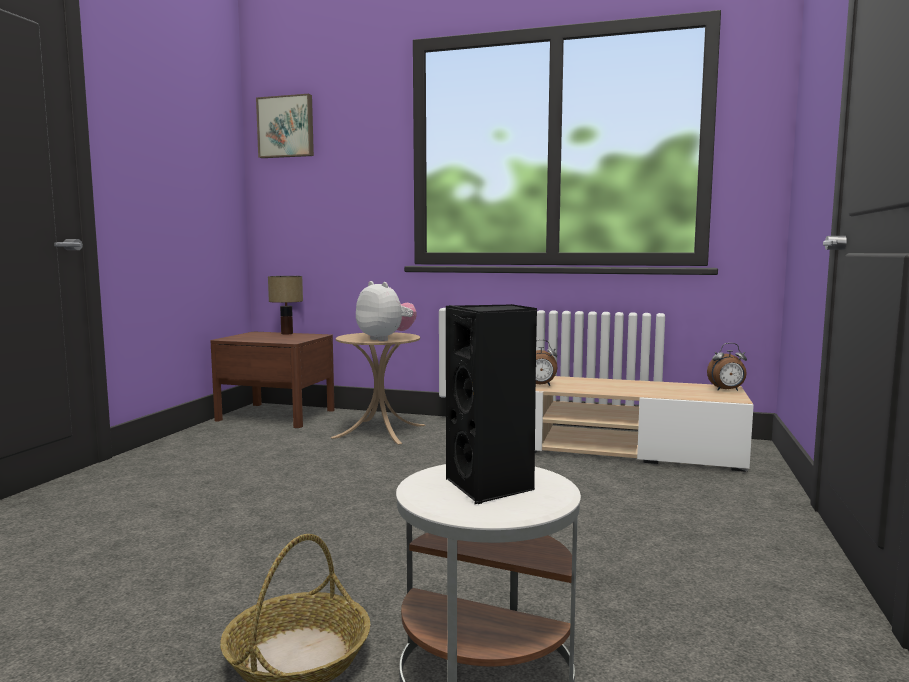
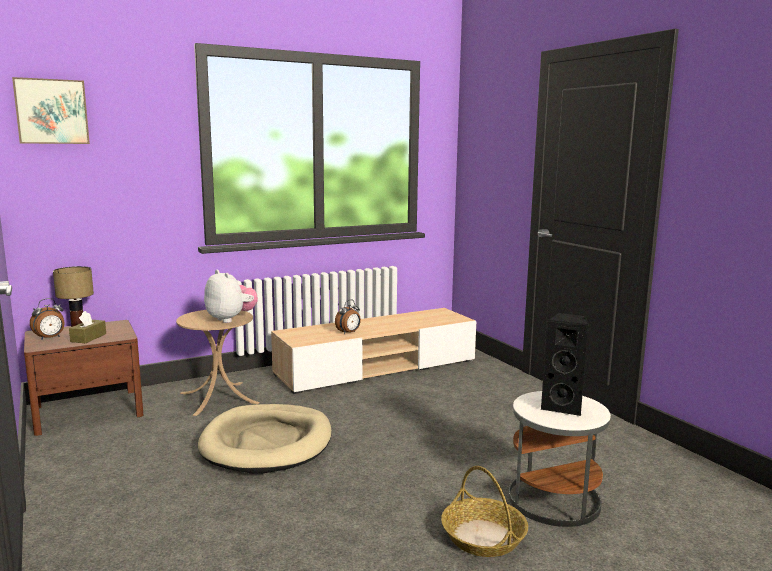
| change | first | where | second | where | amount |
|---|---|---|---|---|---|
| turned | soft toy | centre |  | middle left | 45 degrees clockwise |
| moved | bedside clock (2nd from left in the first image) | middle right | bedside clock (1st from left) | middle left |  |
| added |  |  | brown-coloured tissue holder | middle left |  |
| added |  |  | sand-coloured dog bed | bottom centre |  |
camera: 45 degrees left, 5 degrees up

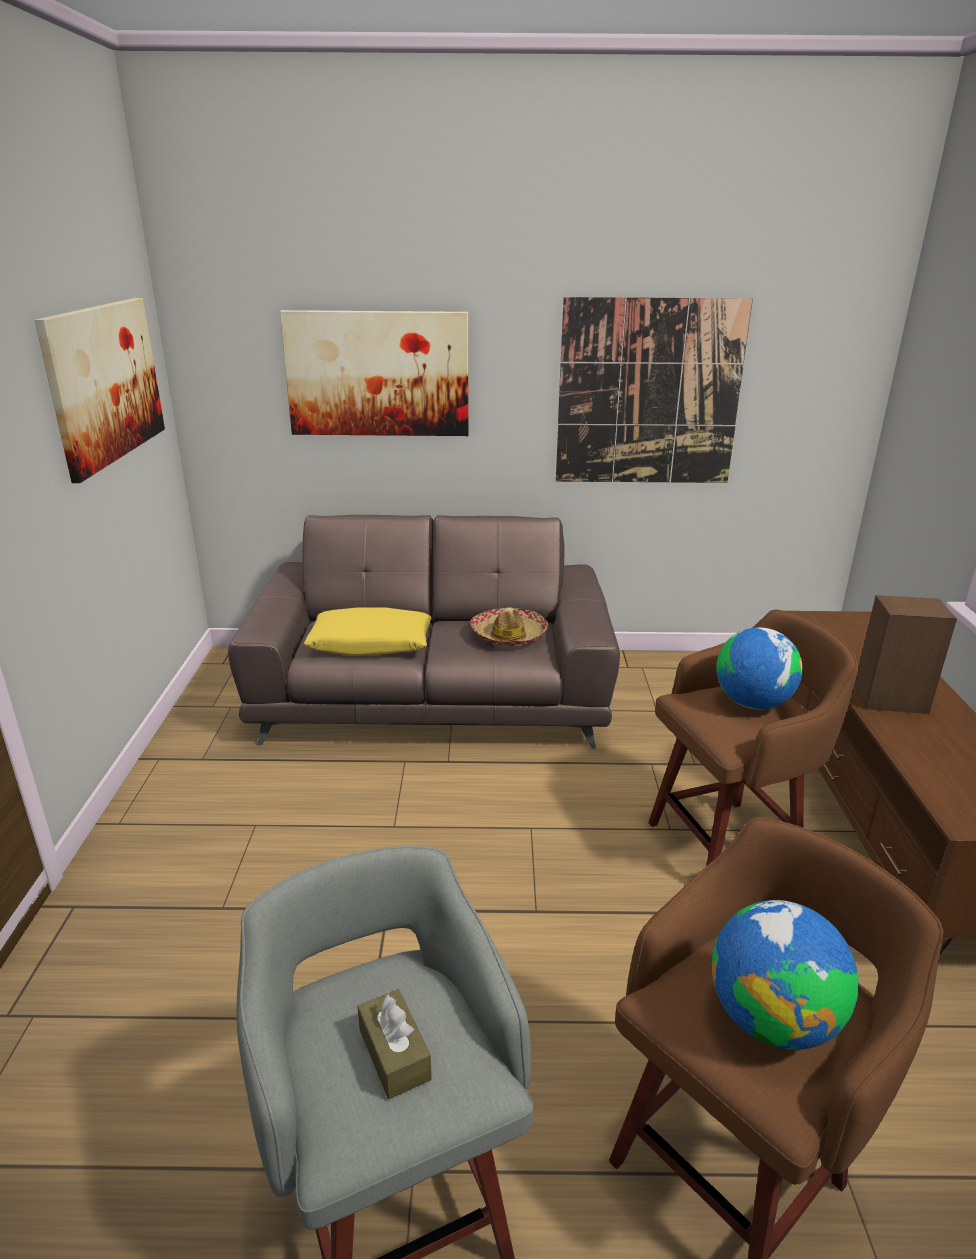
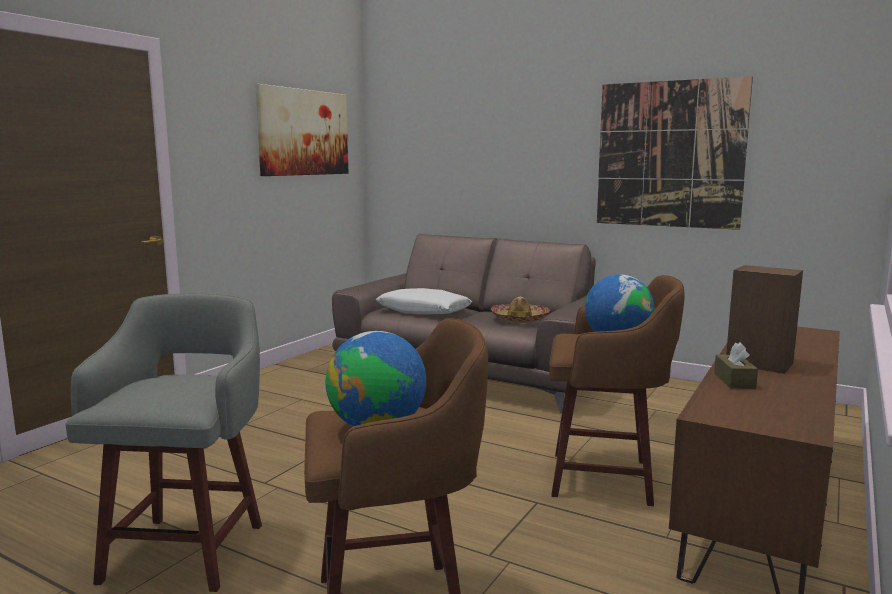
| change | first | where | second | where | amount |
|---|---|---|---|---|---|
| removed | picture (2nd from left) | top centre |  |  |  |
| recoloured | yellow pillow | centre | white pillow | centre |  |
| moved | brown-coloured tissue holder | bottom centre |  | middle right |  |
camera: 30 degrees right, 15 degrees down

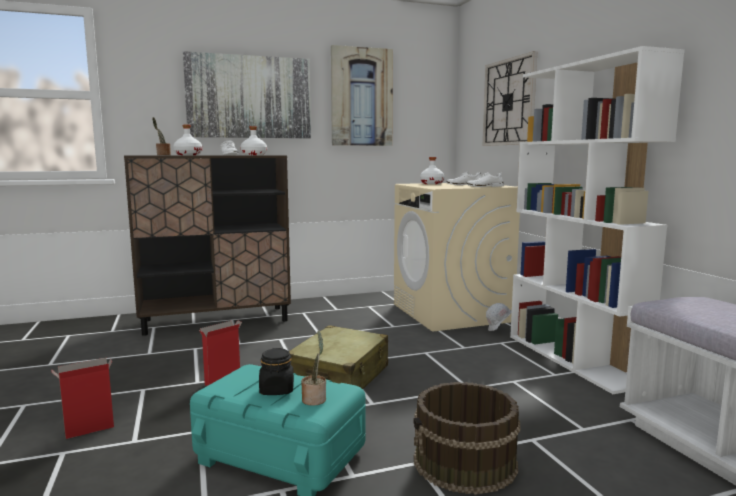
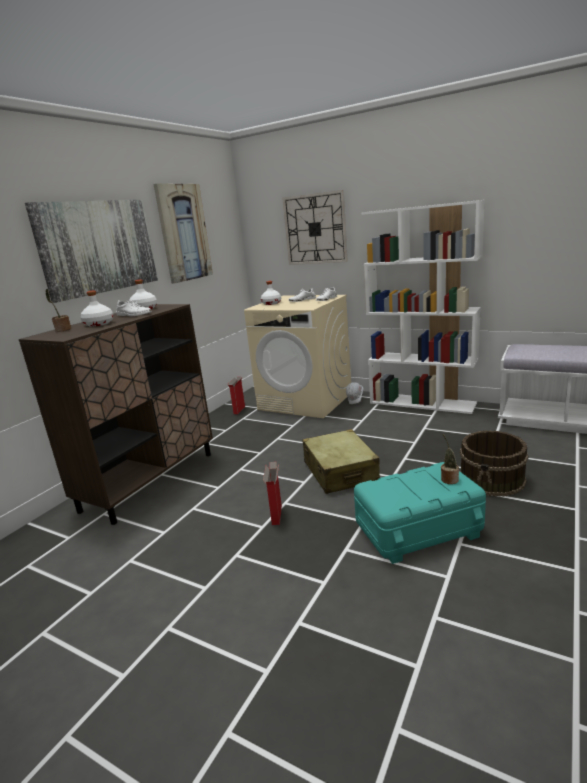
| change | first | where | second | where | amount |
|---|---|---|---|---|---|
| moved | cardboard box (1st from left) | bottom left |  | centre |  |
| removed | blackish jar | bottom centre |  |  |  |
camera: 40 degrees left, 10 degrees up

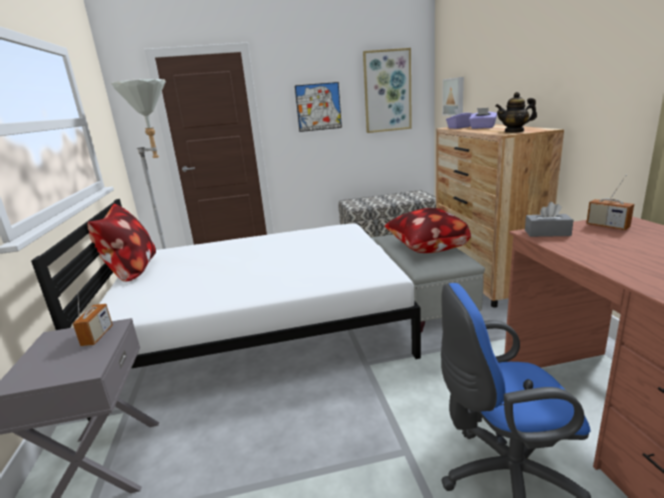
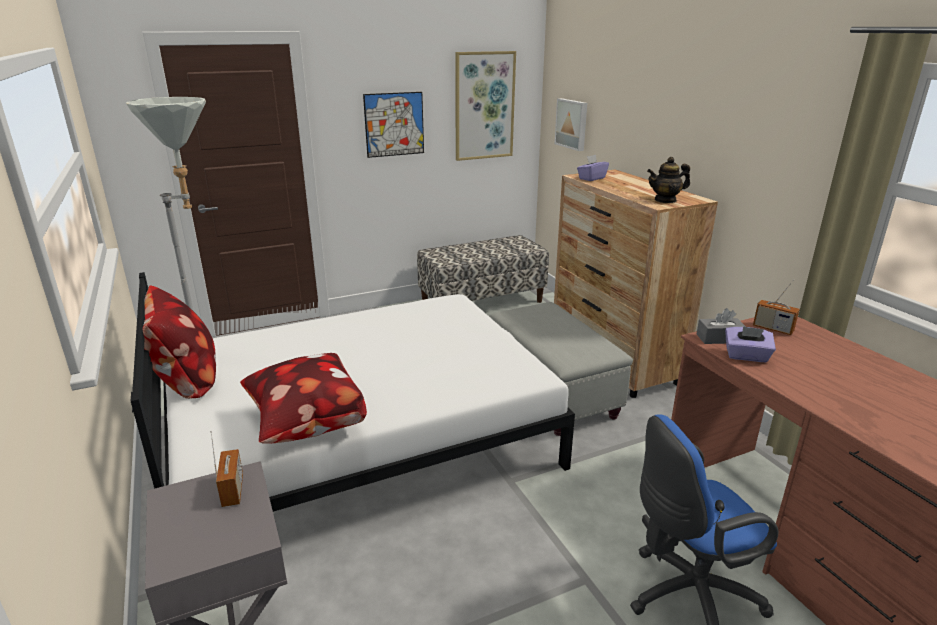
| change | first | where | second | where | amount |
|---|---|---|---|---|---|
| moved | pillow (2nd from left) | centre |  | middle left |  |
| moved | purple tissue holder (2nd from left) | top right |  | middle right |  |
camera: 15 degrees left, 5 degrees up

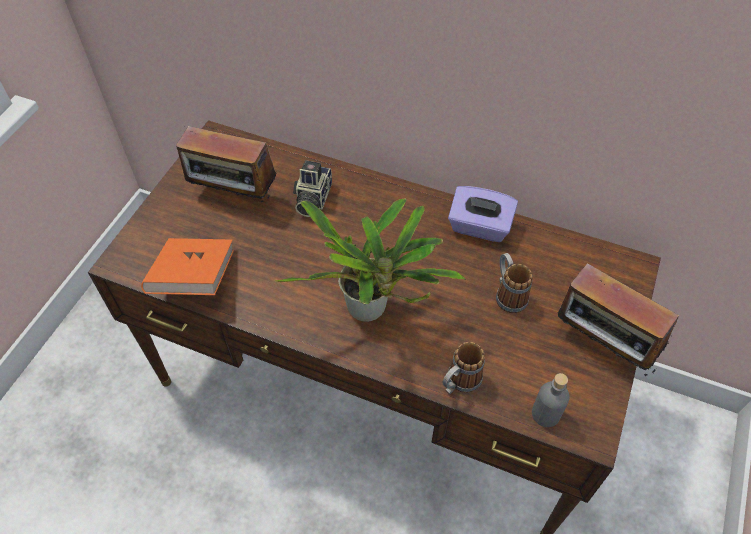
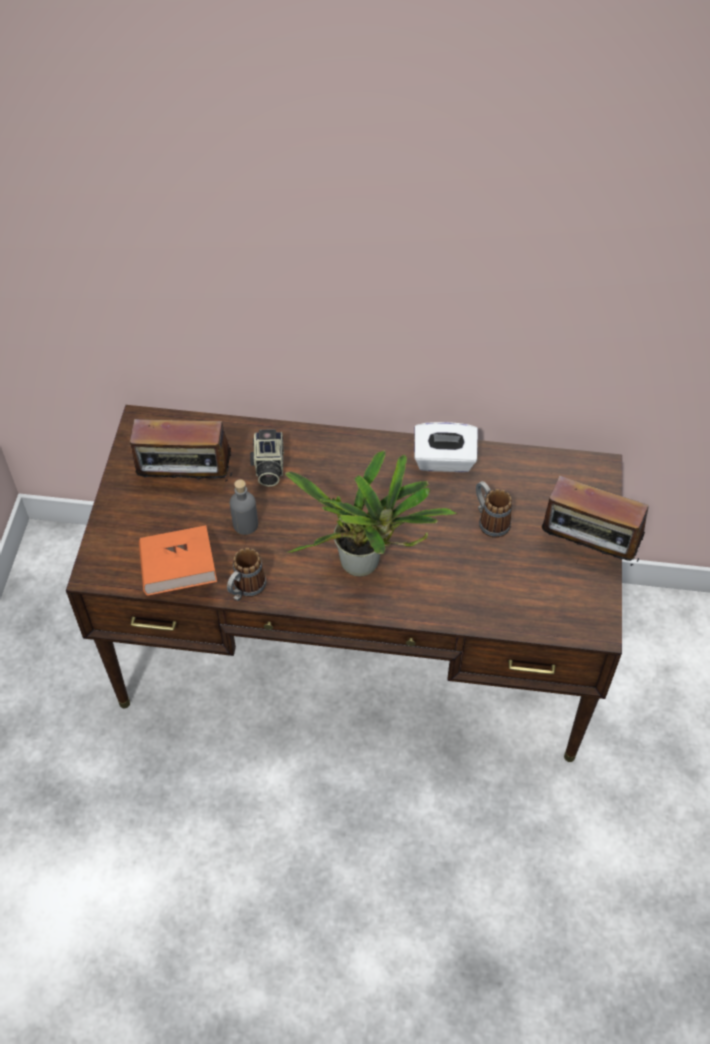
| change | first | where | second | where | amount |
|---|---|---|---|---|---|
| moved | tea mug (1st from left) | bottom centre |  | centre |  |
| recoloured | purple tissue holder | centre | white tissue holder | centre |  |
| moved | gray drink bottle | bottom right |  | centre |  |
camera: 15 degrees left, 0 degrees up

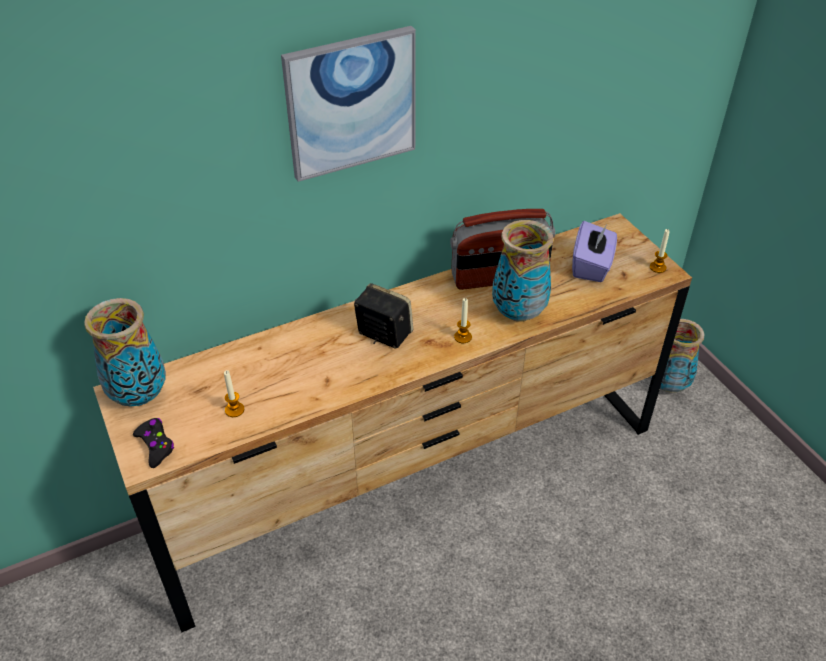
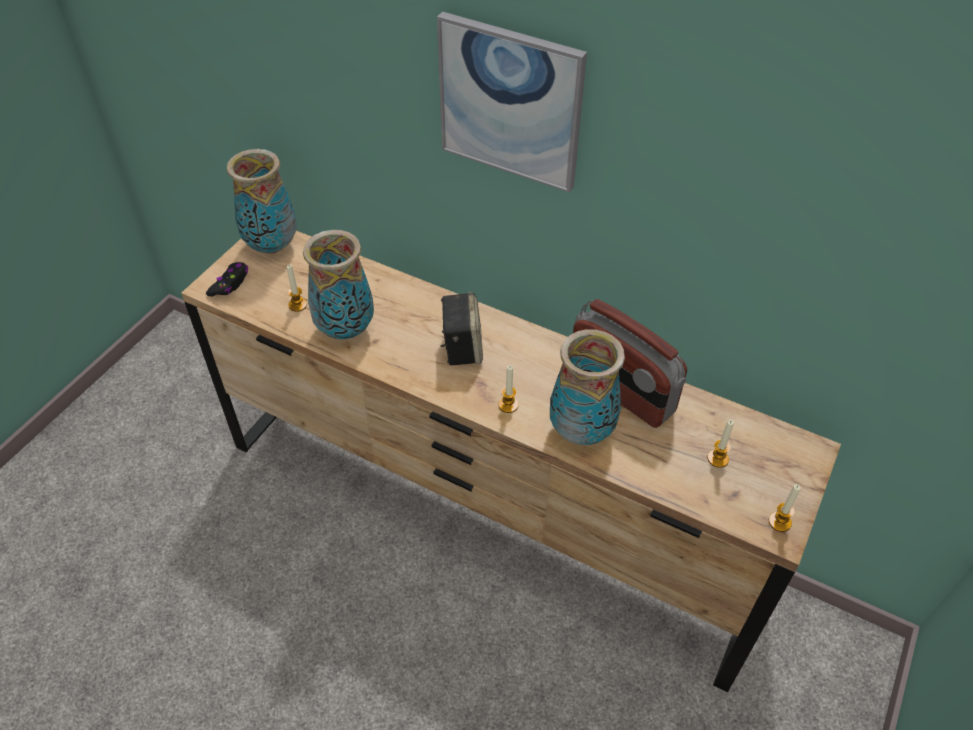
| change | first | where | second | where | amount |
|---|---|---|---|---|---|
| replaced | purple tissue holder | middle right | wax light (3rd from left) | middle right |  |
| moved | decorative vase (3rd from left in the first image) | middle right | decorative vase (2nd from left) | centre |  |
camera: 55 degrees right, 5 degrees up

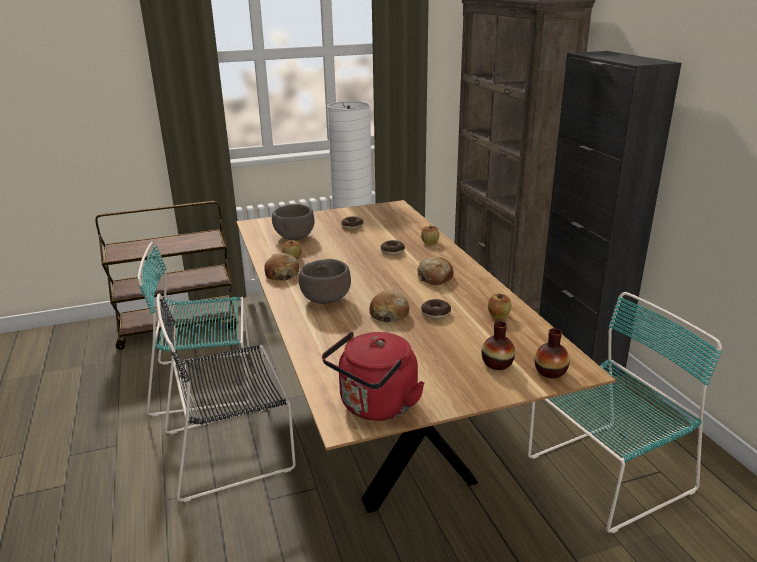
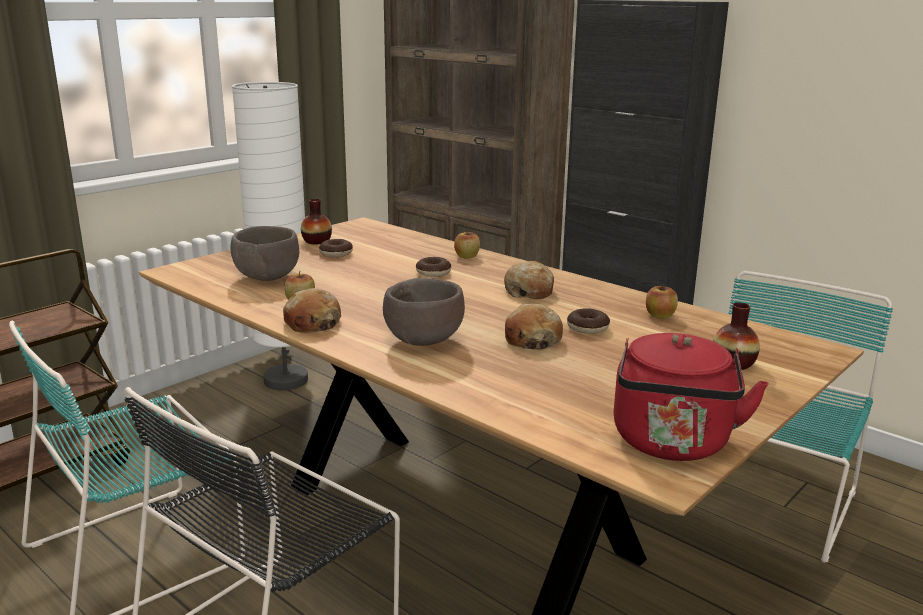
| change | first | where | second | where | amount |
|---|---|---|---|---|---|
| moved | decorative vase (2nd from left in the first image) | middle right | decorative vase (1st from left) | centre |  |
camera: 30 degrees left, 5 degrees down

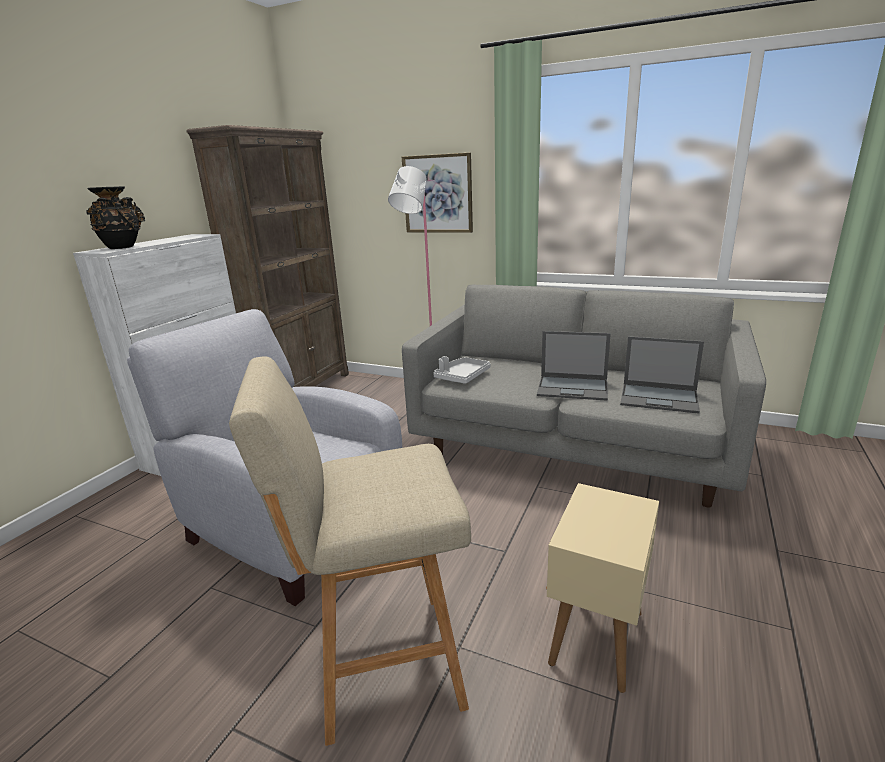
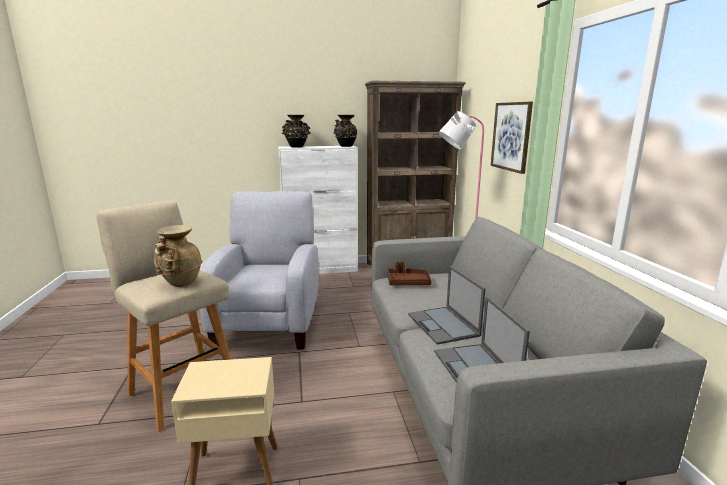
| change | first | where | second | where | amount |
|---|---|---|---|---|---|
| recoloured | gray serving tray | centre | brown-coloured serving tray | centre |  |
| added |  |  | sand-coloured decorative vase | middle left |  |
| added |  |  | blackish decorative vase (2nd from left) | top centre |  |
camera: 55 degrees right, 5 degrees down

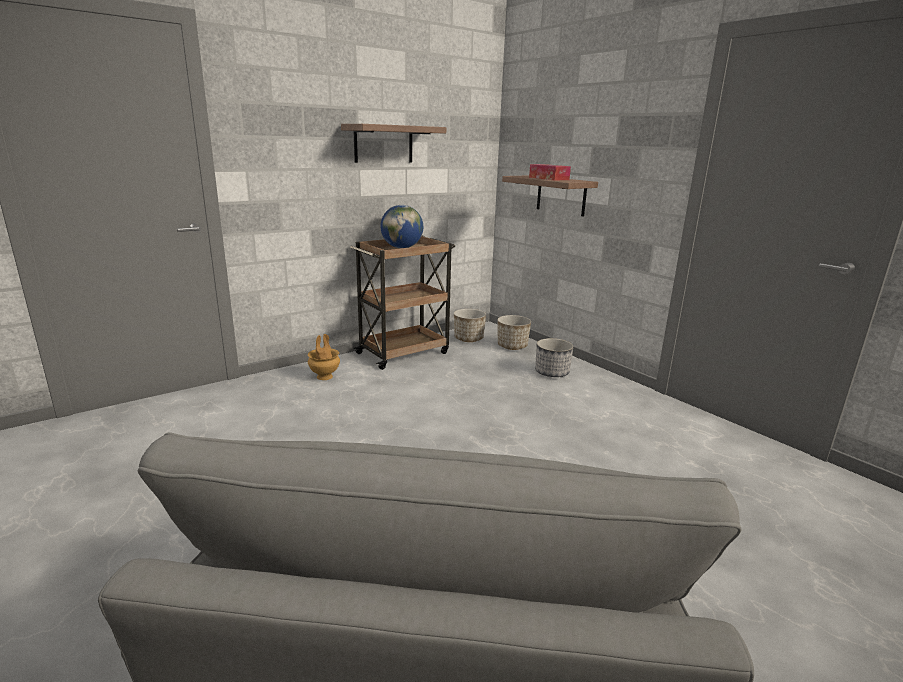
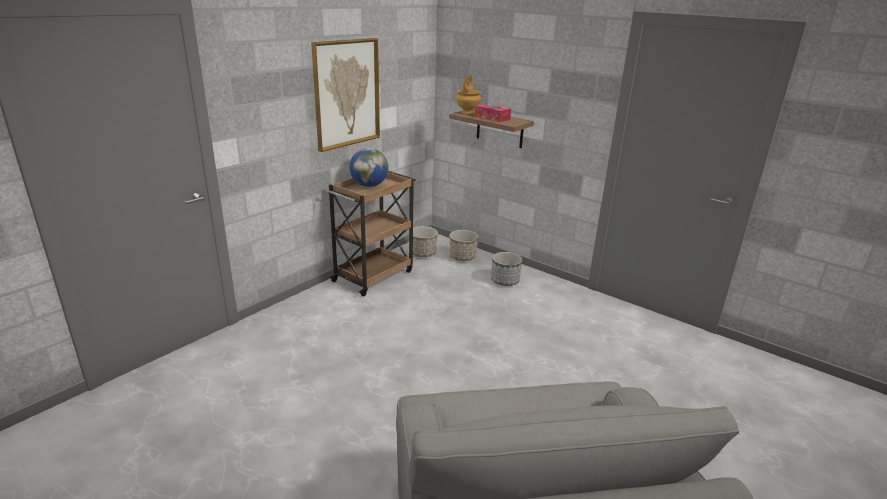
| change | first | where | second | where | amount |
|---|---|---|---|---|---|
| moved | brown-coloured decorative vase | centre |  | top centre |  |
| replaced | shelf (1st from left) | top centre | picture | top centre |  |
camera: 15 degrees left, 5 degrees up

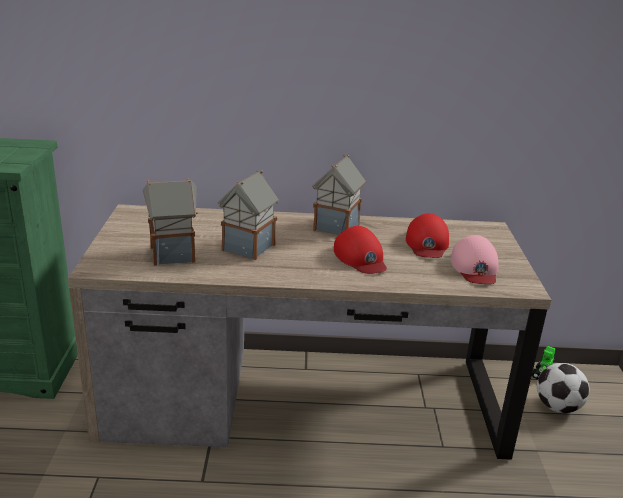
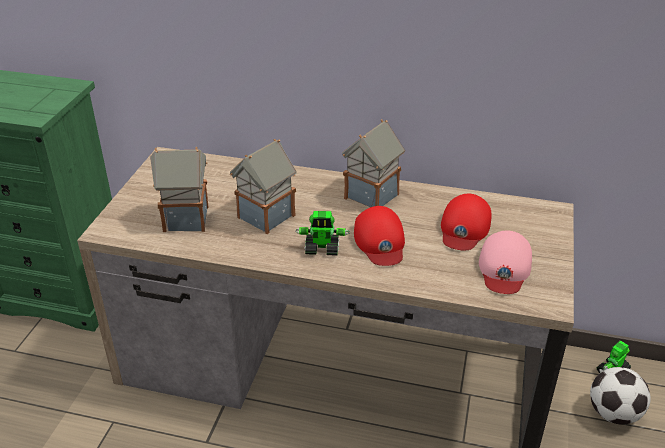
| change | first | where | second | where | amount |
|---|---|---|---|---|---|
| added |  |  | toy robot (1st from left) | centre |  |
camera: 15 degrees right, 10 degrees up

